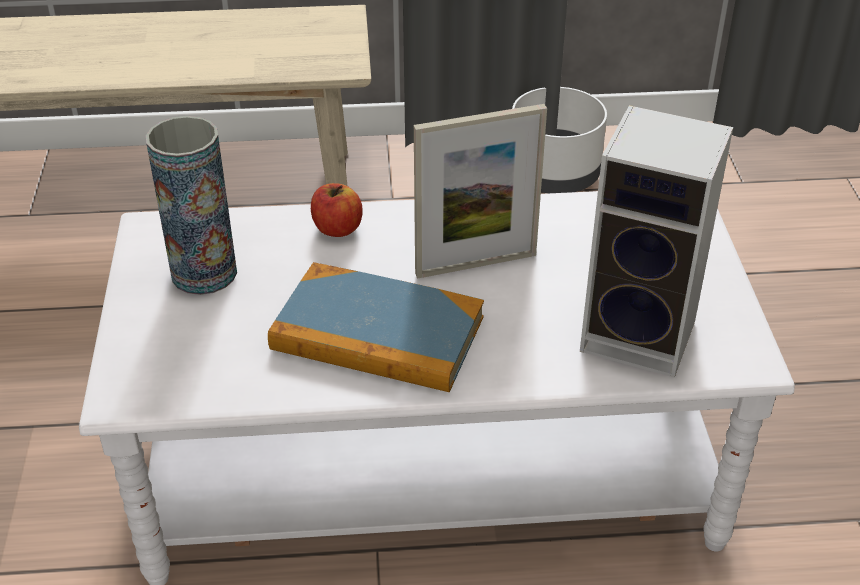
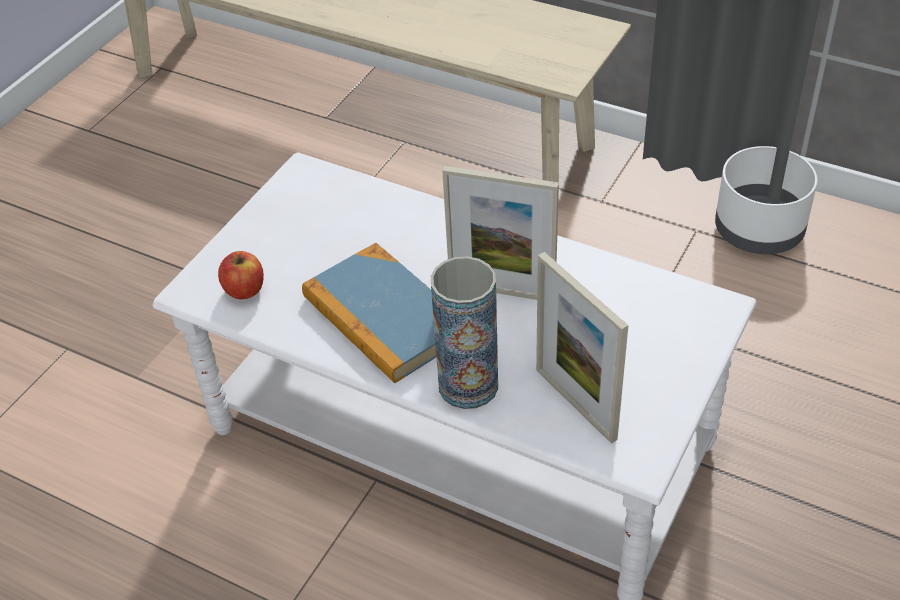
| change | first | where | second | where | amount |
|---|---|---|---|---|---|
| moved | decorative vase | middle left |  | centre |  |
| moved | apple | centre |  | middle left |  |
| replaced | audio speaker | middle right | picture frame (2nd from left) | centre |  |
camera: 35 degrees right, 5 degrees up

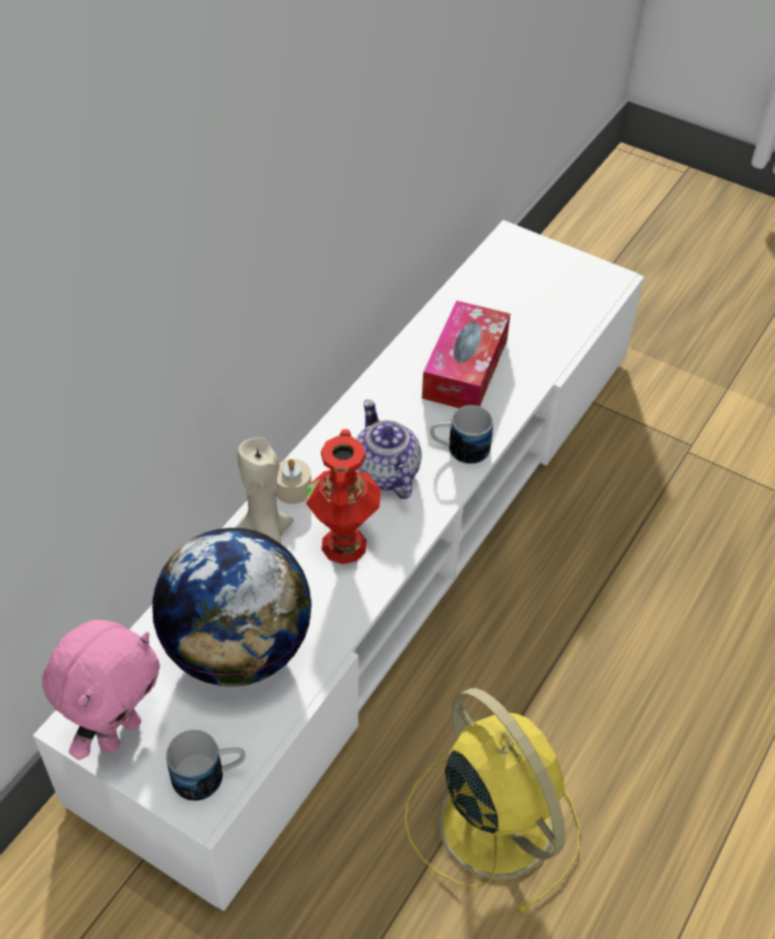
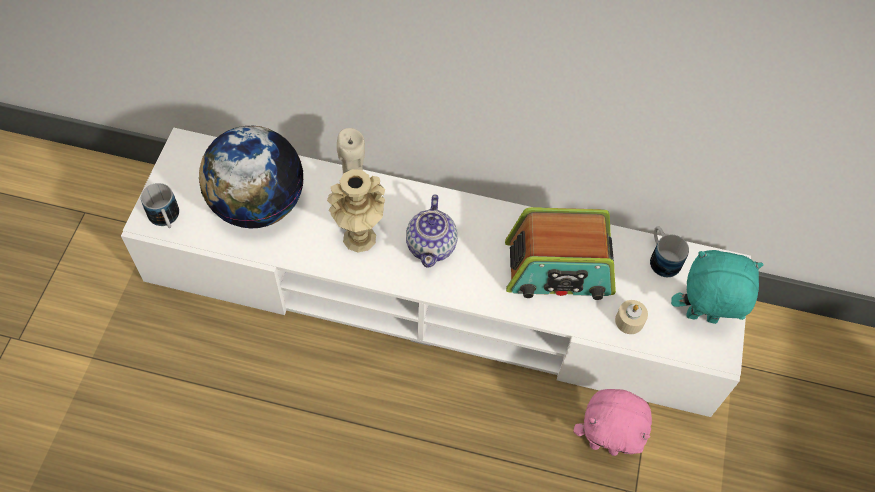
| change | first | where | second | where | amount |
|---|---|---|---|---|---|
| moved | pink soft toy | bottom left |  | bottom right |  |
| moved | sand-coloured wax light (2nd from left) | centre |  | middle right |  |
| recoloured | red decorative vase | centre | sand-coloured decorative vase | centre |  |
| turned | tea pot | centre |  | centre | 135 degrees clockwise |
| removed | yellow fan | bottom centre |  |  |  |
| replaced | tissue holder | centre | radio | centre |  |
| moved | tea mug (2nd from left) | centre |  | middle right |  |
| added |  |  | blue-green soft toy | middle right |  |
camera: 70 degrees right, 10 degrees up

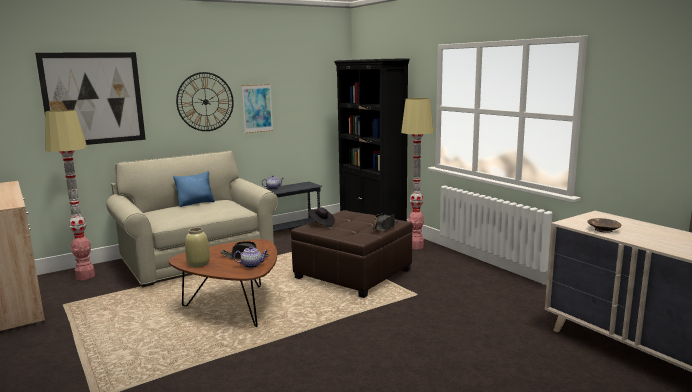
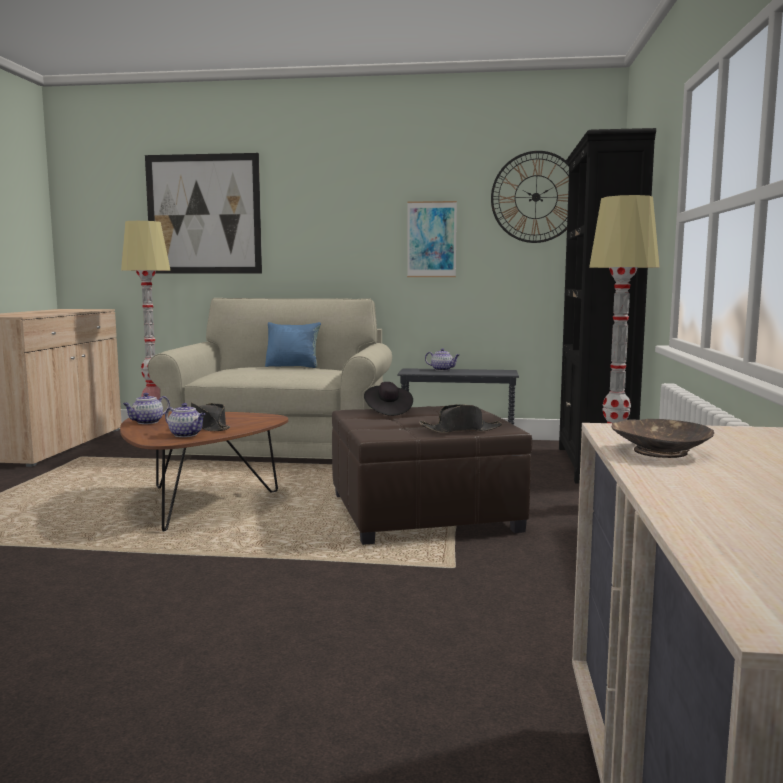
| change | first | where | second | where | amount |
|---|---|---|---|---|---|
| moved | clock on the wall | top left |  | top right |  |
| replaced | sand-coloured decorative vase | middle left | tea pot (1st from left) | middle left |  |
camera: 40 degrees right, 5 degrees down

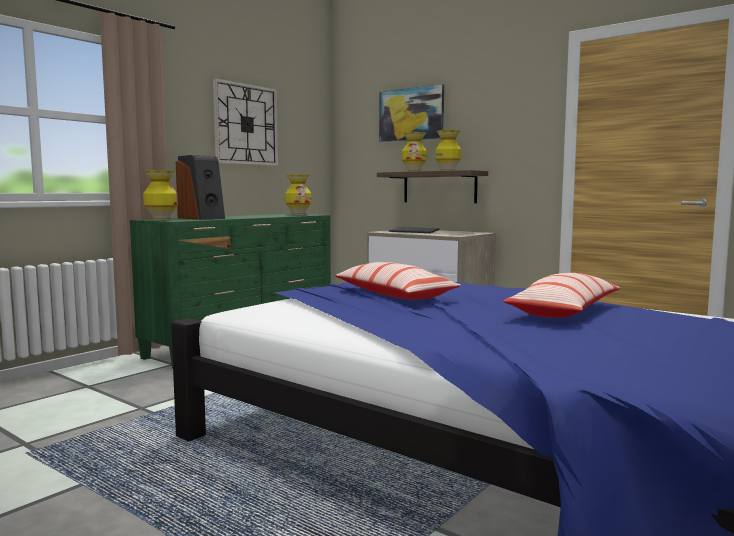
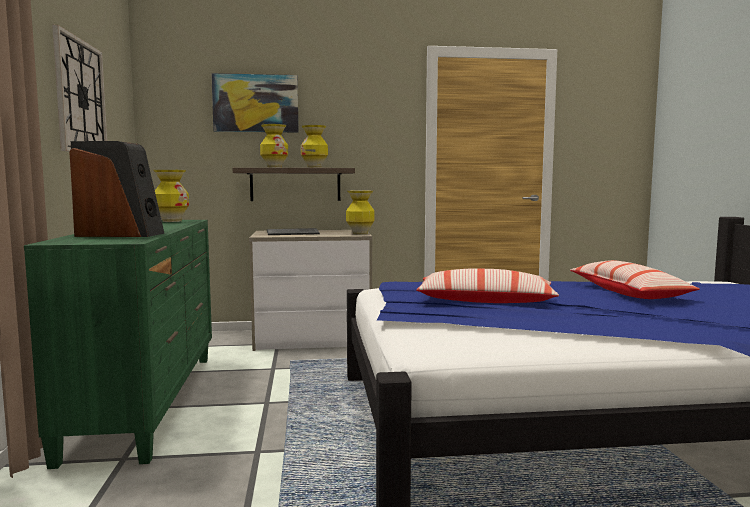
| change | first | where | second | where | amount |
|---|---|---|---|---|---|
| moved | decorative vase (1st from left in the first image) | middle left | decorative vase (4th from left) | centre |  |
camera: 45 degrees left, 0 degrees up

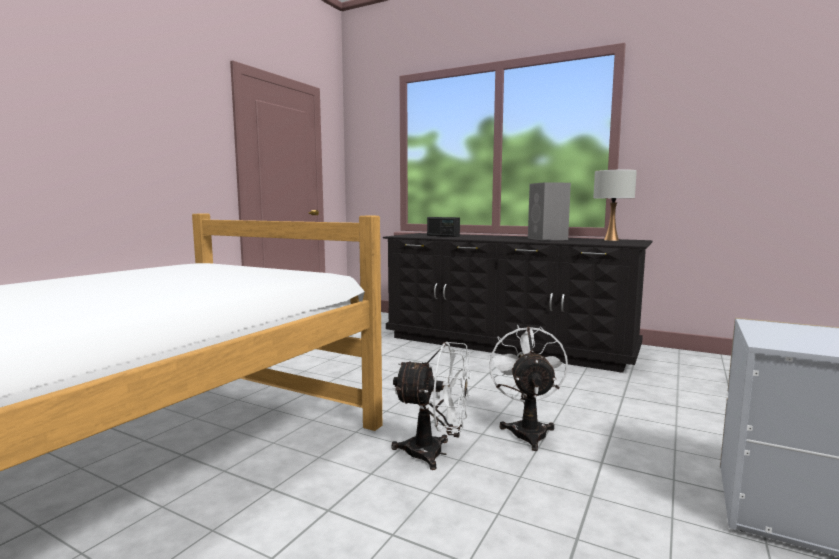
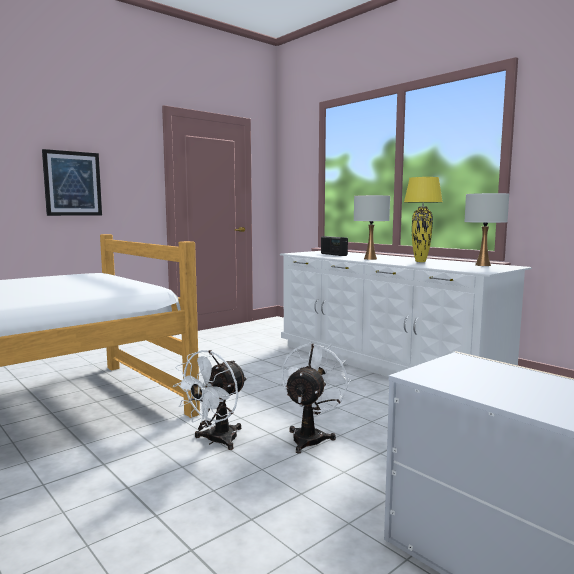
| change | first | where | second | where | amount |
|---|---|---|---|---|---|
| recoloured | blackish chest of drawers | centre | white chest of drawers | middle right |  |
| turned | white fan (1st from left) | bottom centre |  | bottom centre | 90 degrees clockwise |
| replaced | gray audio speaker | centre | yellow lamp for a table | middle right |  |
| added |  |  | picture | top left |  |
| added |  |  | white lamp for a table (1st from left) | centre |  |
camera: 20 degrees right, 0 degrees up

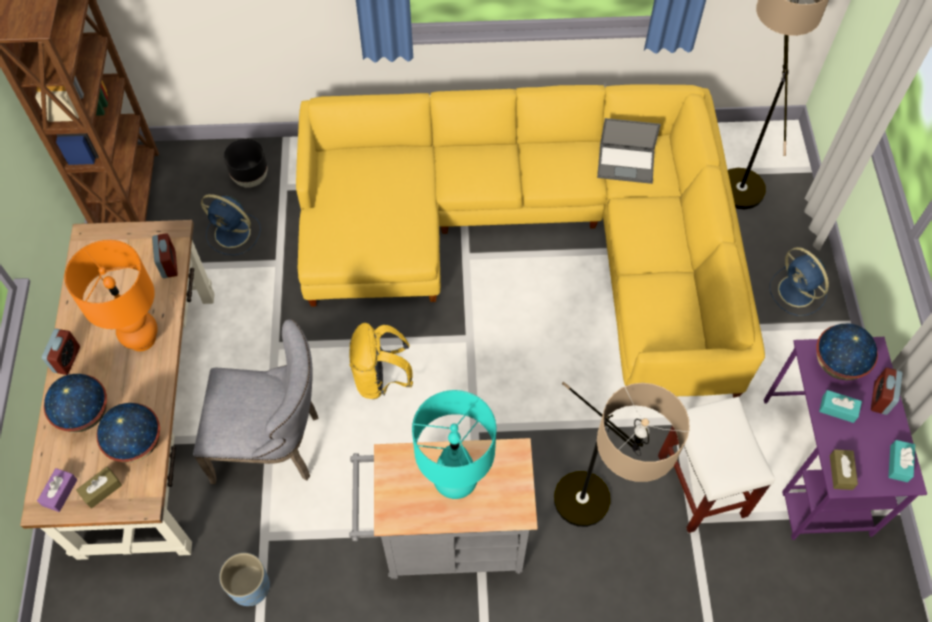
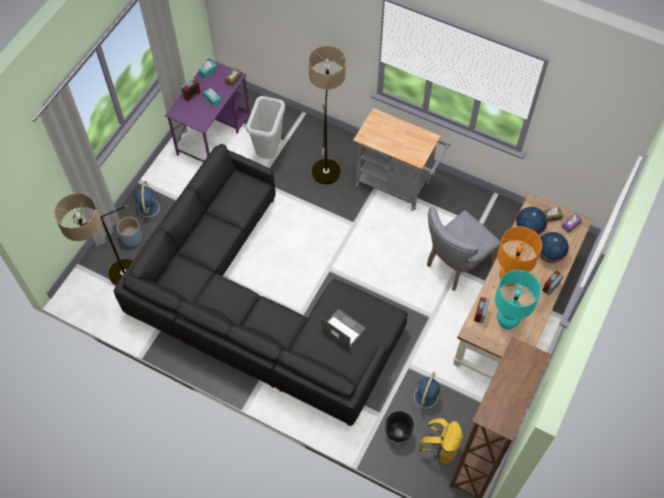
| change | first | where | second | where | amount |
|---|---|---|---|---|---|
| turned | gray upright chair | middle left |  | middle right | 75 degrees counterclockwise |
| turned | blue-coloured fan (1st from left in the first image) | middle left | blue-coloured fan (2nd from left) | bottom centre | 120 degrees counterclockwise |
| moved | blue-coloured plant pot | bottom left |  | middle left |  |
| recoloured | yellow settee | centre | blackish settee | centre |  |
| moved | yellow knapsack | centre |  | bottom centre |  |
| moved | blue-green lamp for a table | bottom centre |  | middle right |  |
| moved | notebook computer | top right |  | centre |  |
| replaced | white sitting stool | bottom right | gray rubbish bin | top centre |  |
| removed | globe (3rd from left) | middle right |  |  |  |
camera: 150 degrees left, 0 degrees up

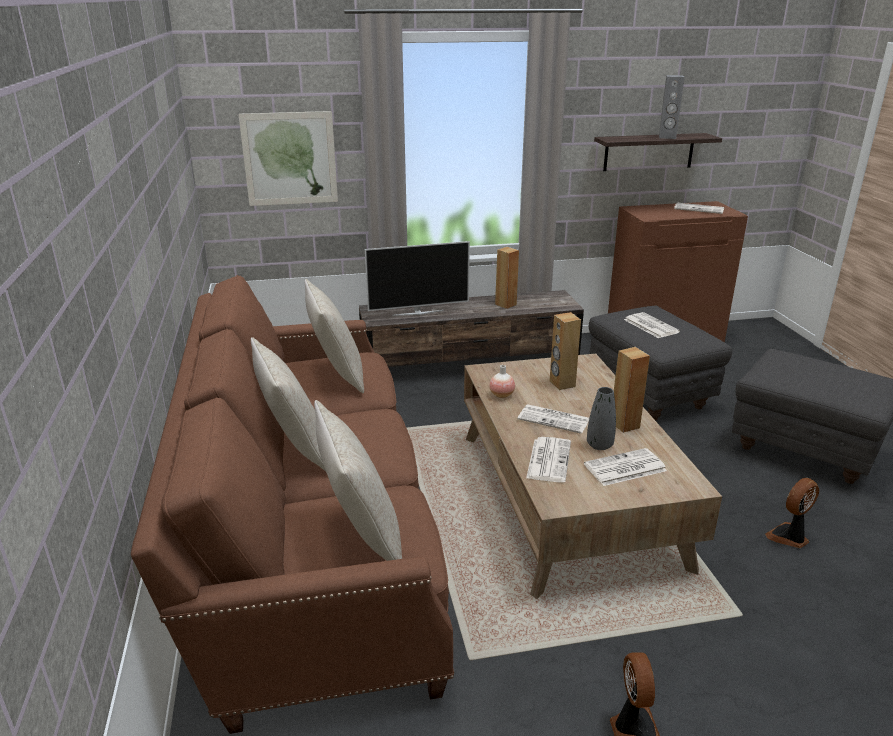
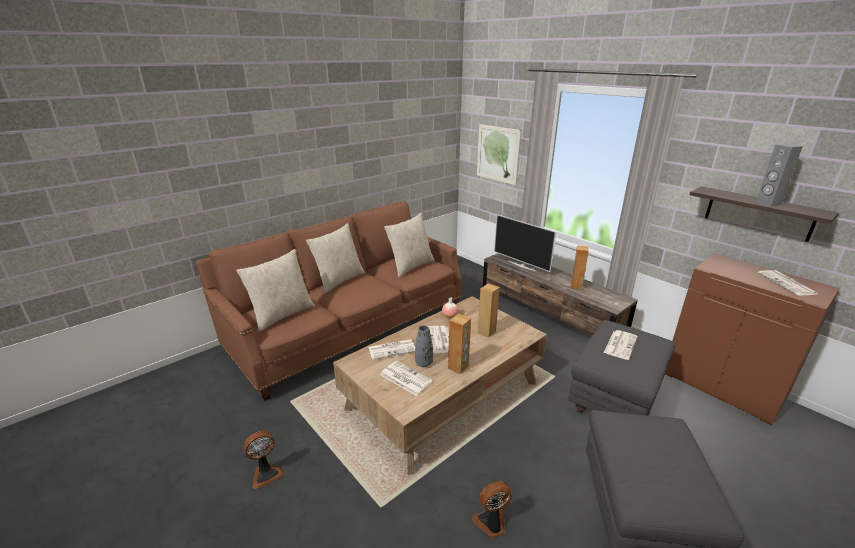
| change | first | where | second | where | amount |
|---|---|---|---|---|---|
| turned | fan (2nd from left) | bottom right |  | bottom centre | 45 degrees counterclockwise |
camera: 60 degrees right, 0 degrees up

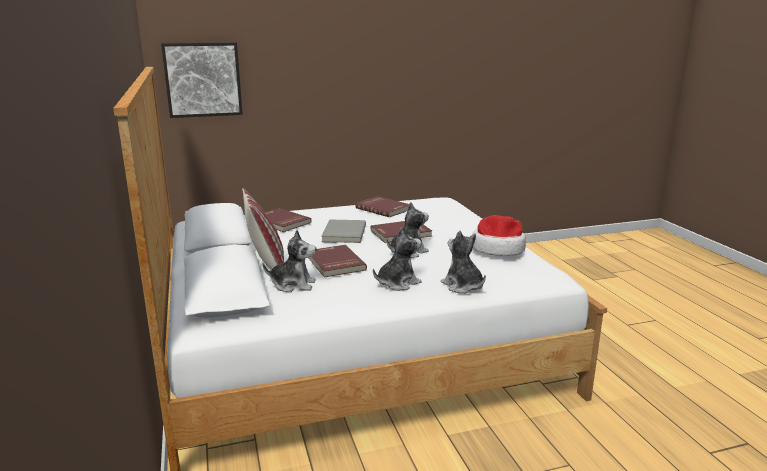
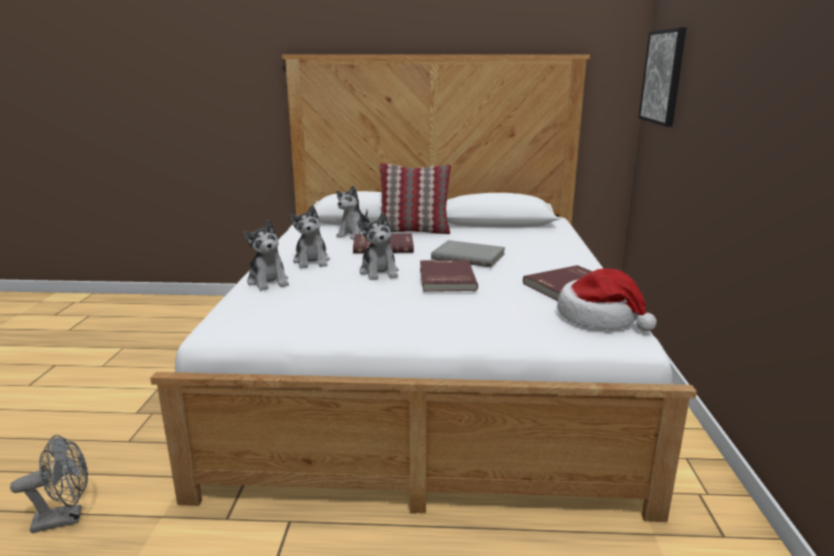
| change | first | where | second | where | amount |
|---|---|---|---|---|---|
| removed | red bound book (1st from left) | centre |  |  |  |
| turned | soft toy (4th from left in the first image) | centre | soft toy (1st from left) | middle left | 75 degrees clockwise |
| moved | hat | centre |  | middle right |  |
| added |  |  | gray fan | bottom left |  |
camera: 110 degrees right, 0 degrees up

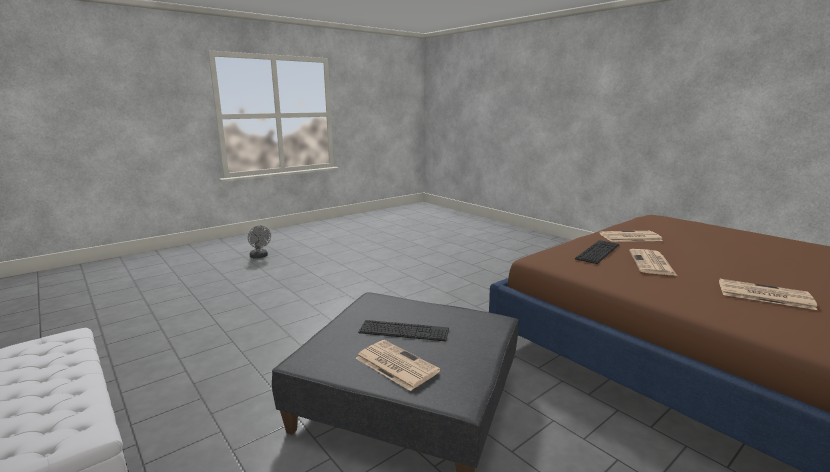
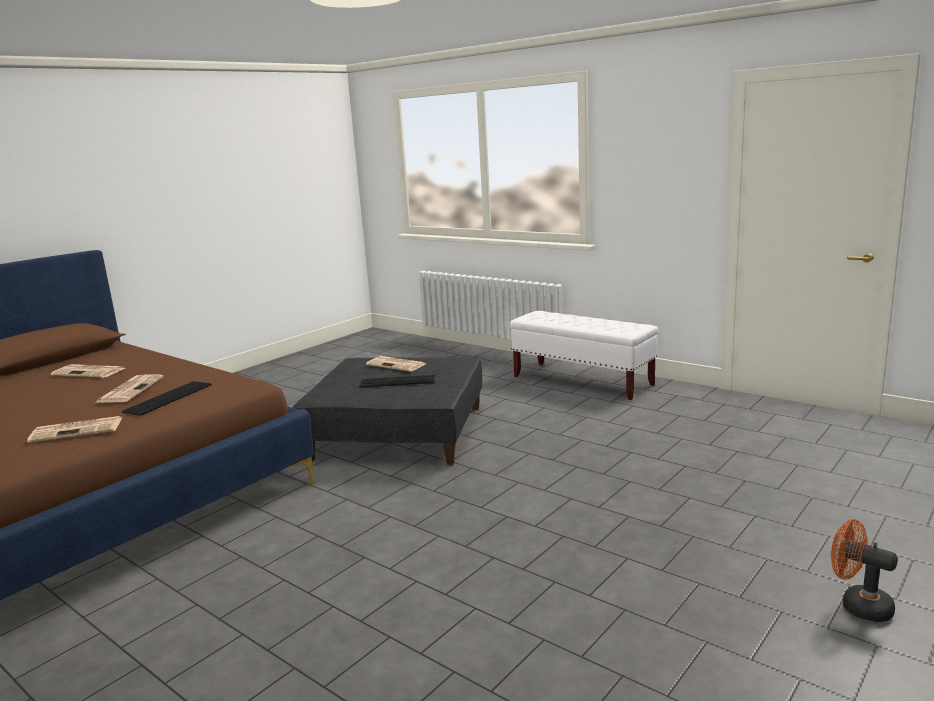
| change | first | where | second | where | amount |
|---|---|---|---|---|---|
| recoloured | gray fan | middle left | orangey fan | bottom right |  |
camera: 170 degrees right, 0 degrees up

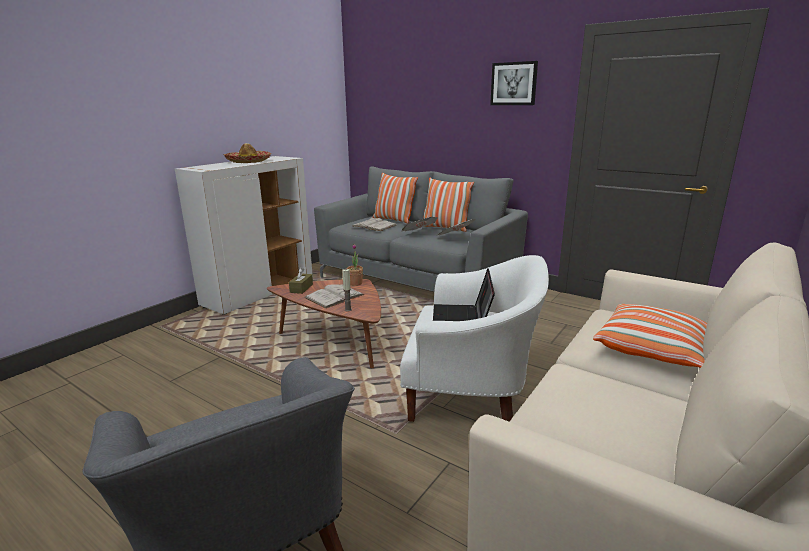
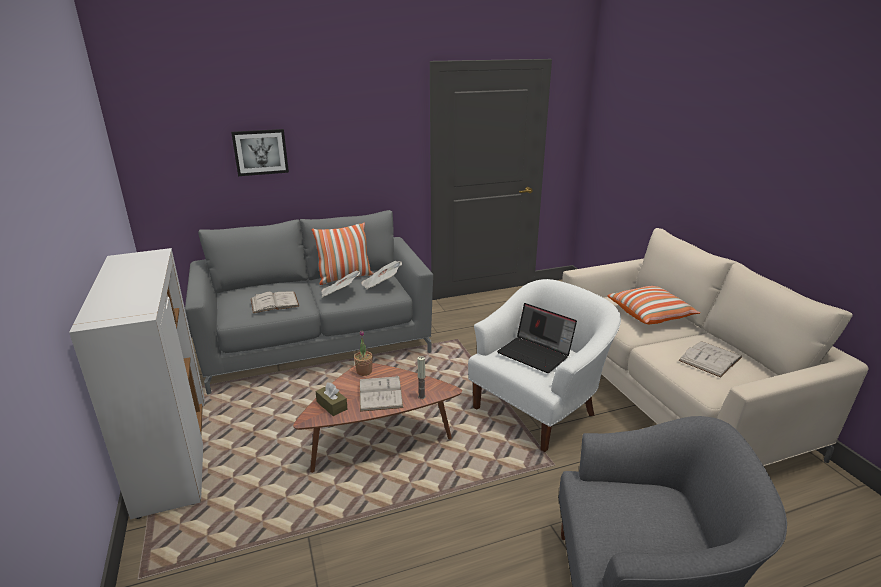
| change | first | where | second | where | amount |
|---|---|---|---|---|---|
| removed | hat | top left |  |  |  |
| removed | pillow (1st from left) | centre |  |  |  |
| moved | picture | top centre |  | top left |  |
| added |  |  | white bound book (3rd from left) | middle right |  |
camera: 55 degrees left, 5 degrees up

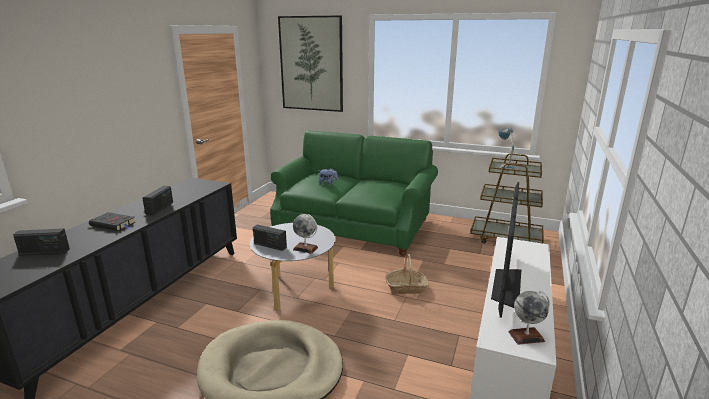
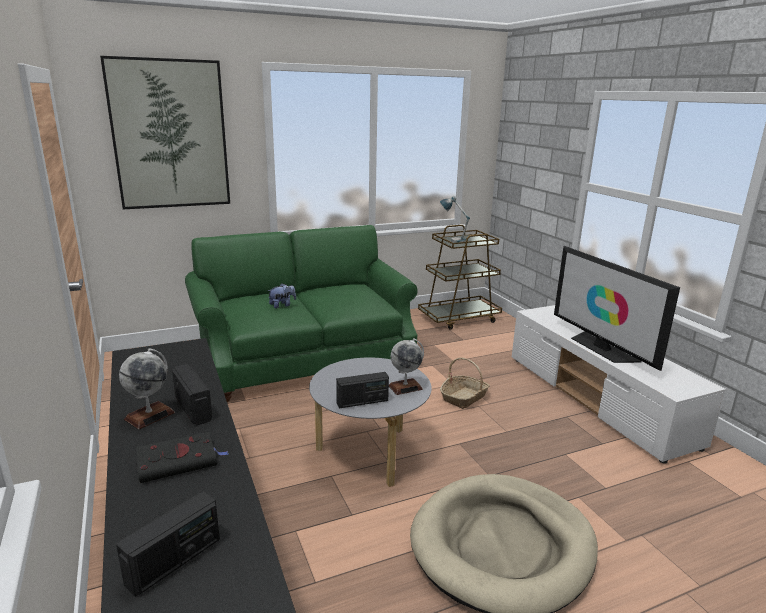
| change | first | where | second | where | amount |
|---|---|---|---|---|---|
| moved | globe (2nd from left in the first image) | bottom right | globe (1st from left) | middle left |  |
camera: 45 degrees left, 0 degrees up

